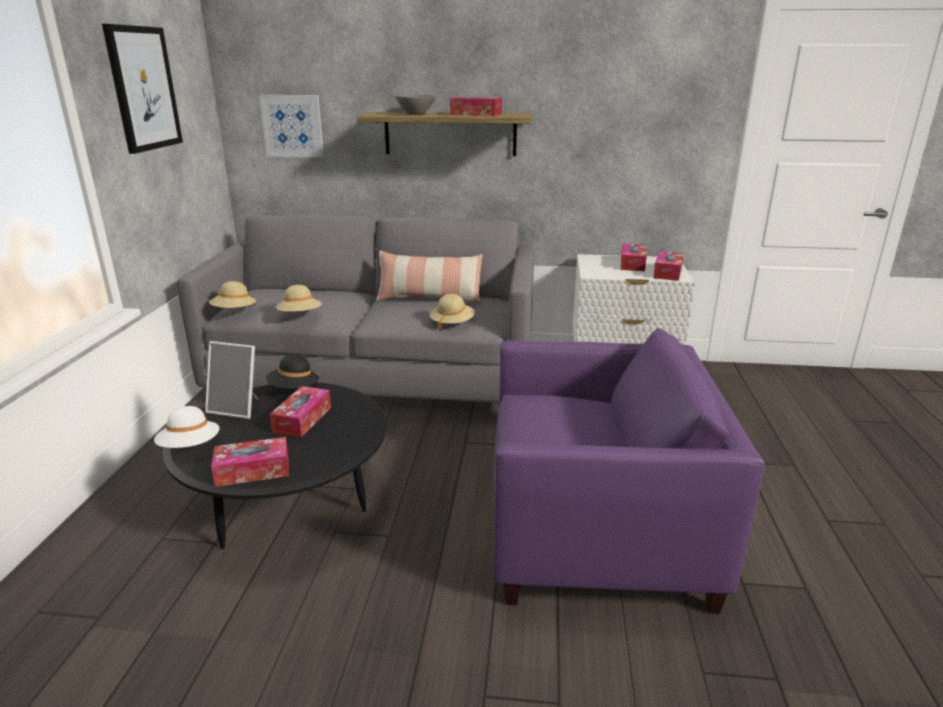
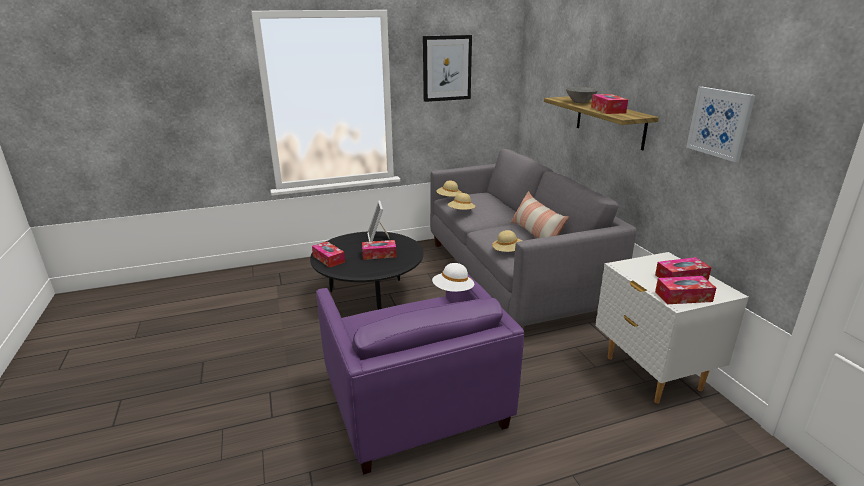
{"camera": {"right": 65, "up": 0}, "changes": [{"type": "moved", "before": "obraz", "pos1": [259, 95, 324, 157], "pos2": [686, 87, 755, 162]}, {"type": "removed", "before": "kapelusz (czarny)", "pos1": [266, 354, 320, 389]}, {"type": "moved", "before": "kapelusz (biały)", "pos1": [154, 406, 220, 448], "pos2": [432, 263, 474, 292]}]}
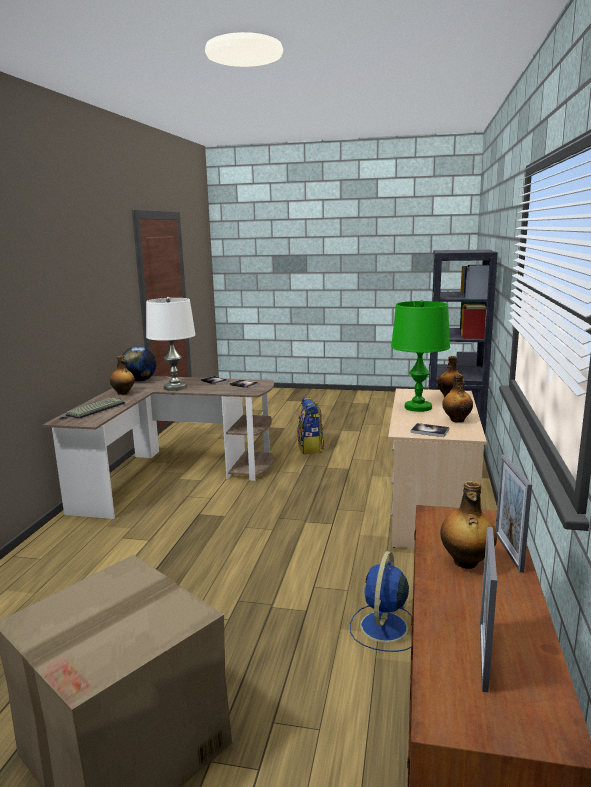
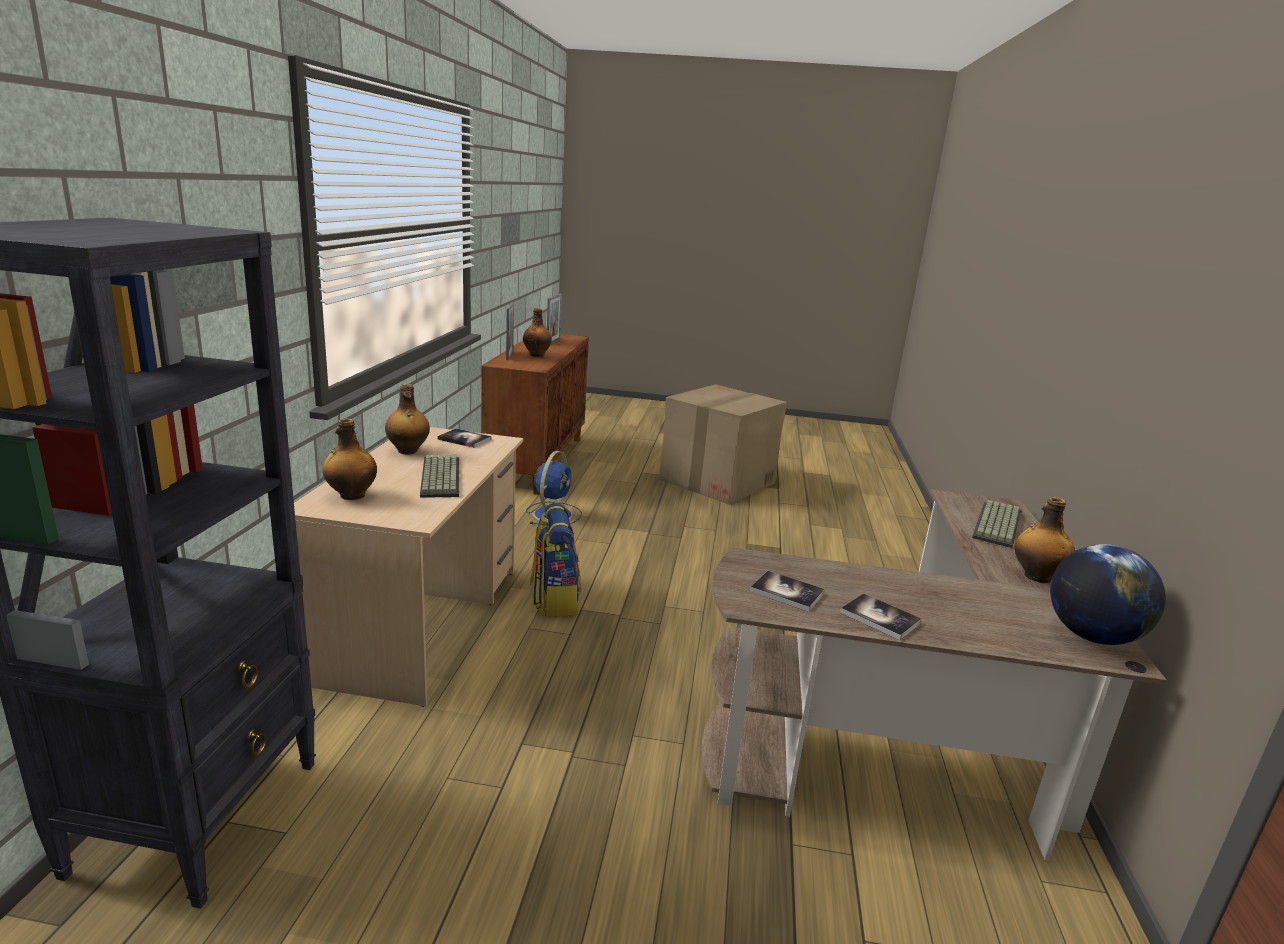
{"camera": {"right": 175, "up": 5}, "changes": [{"type": "removed", "before": "lampa stołowa (biały)", "pos1": [146, 297, 196, 391]}, {"type": "replaced", "before": "lampa stołowa (zielony)", "after": "klawiatura", "pos1": [391, 300, 450, 412], "pos2": [420, 454, 459, 498]}, {"type": "moved", "before": "plecak", "pos1": [297, 397, 325, 454], "pos2": [530, 503, 581, 616]}]}
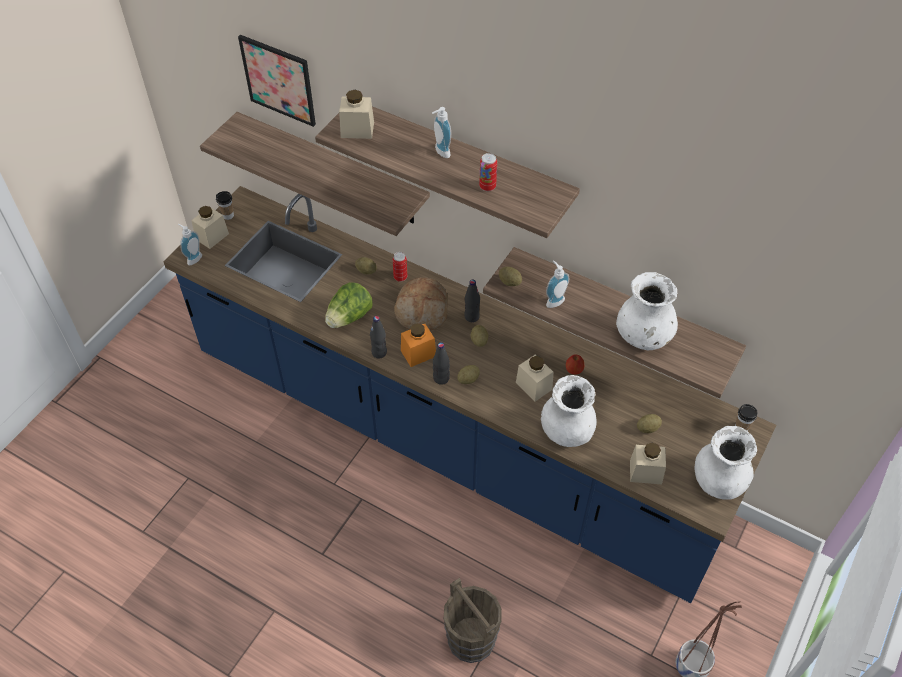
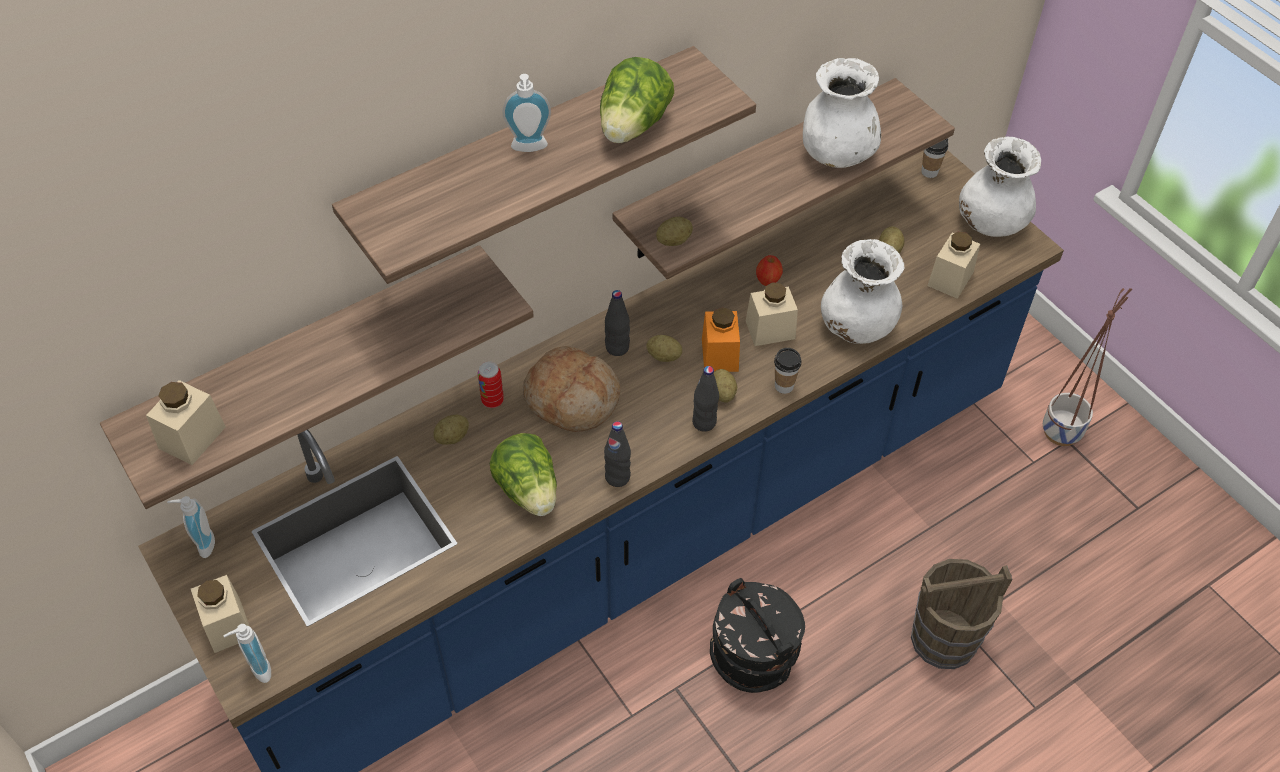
{"camera": {"right": -65, "up": 0}, "changes": [{"type": "removed", "before": "obraz", "pos1": [238, 35, 316, 127]}, {"type": "moved", "before": "słoik (beżowy)", "pos1": [339, 90, 374, 139], "pos2": [146, 380, 226, 465]}, {"type": "replaced", "before": "puszka", "after": "sałata", "pos1": [479, 153, 497, 191], "pos2": [600, 57, 674, 143]}, {"type": "moved", "before": "filiżanka", "pos1": [216, 191, 234, 220], "pos2": [774, 348, 802, 394]}, {"type": "moved", "before": "dozownik mydła", "pos1": [546, 260, 569, 308], "pos2": [167, 496, 215, 558]}, {"type": "moved", "before": "słoik (pomarańczowy)", "pos1": [401, 323, 436, 367], "pos2": [702, 307, 740, 372]}, {"type": "added", "after": "wiadro (czarny)", "pos2": [710, 578, 805, 693]}]}
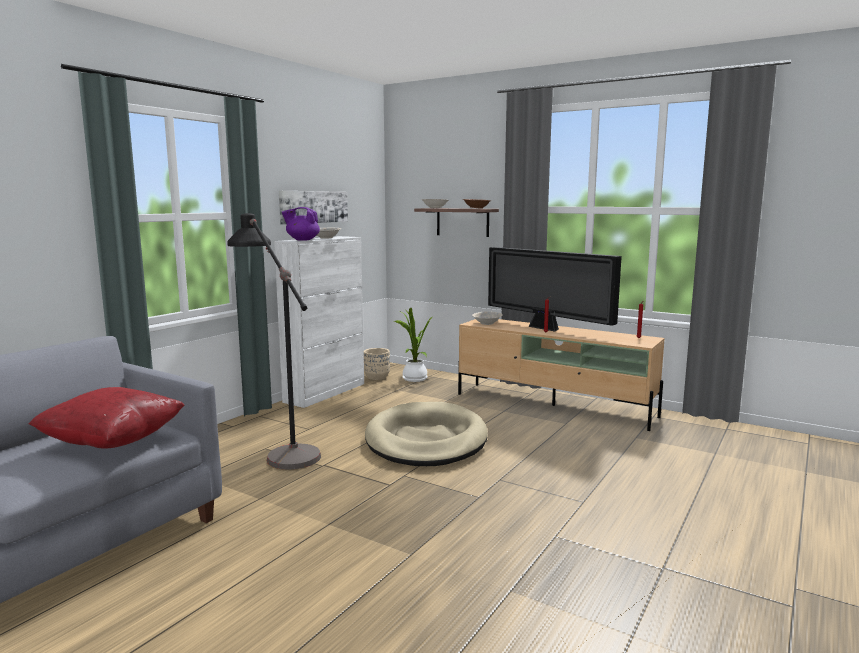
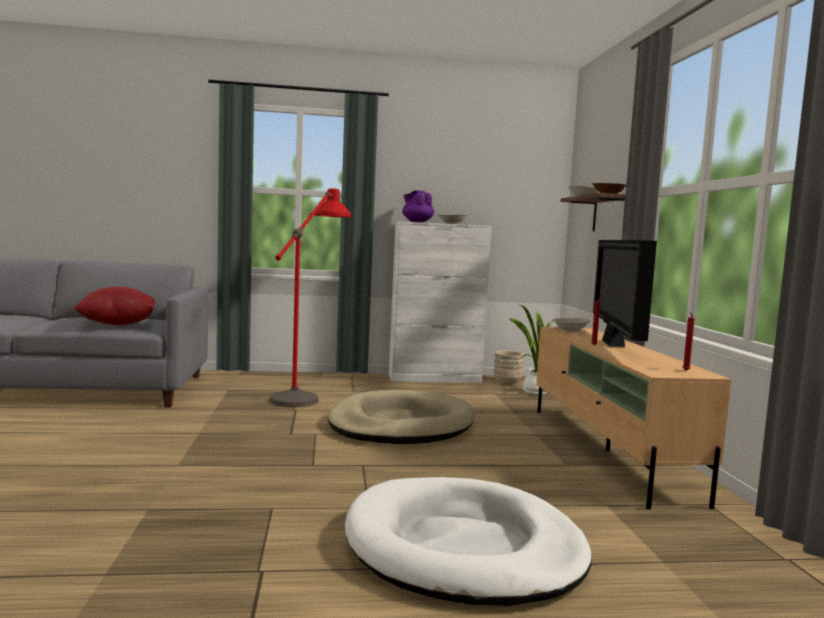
{"camera": {"right": 50, "up": -5}, "changes": [{"type": "removed", "before": "obraz", "pos1": [279, 191, 348, 225]}, {"type": "recoloured", "before": "lampa stojąca (czarny)", "after": "lampa stojąca (czerwony)", "pos1": [228, 213, 321, 469], "pos2": [270, 188, 351, 407]}, {"type": "added", "after": "legowisko (biały)", "pos2": [345, 477, 592, 606]}]}
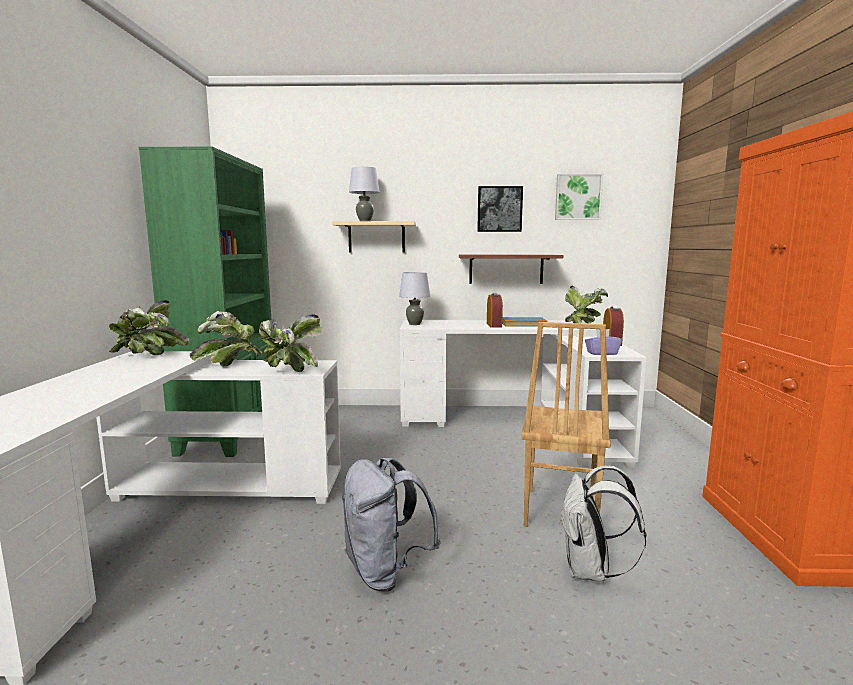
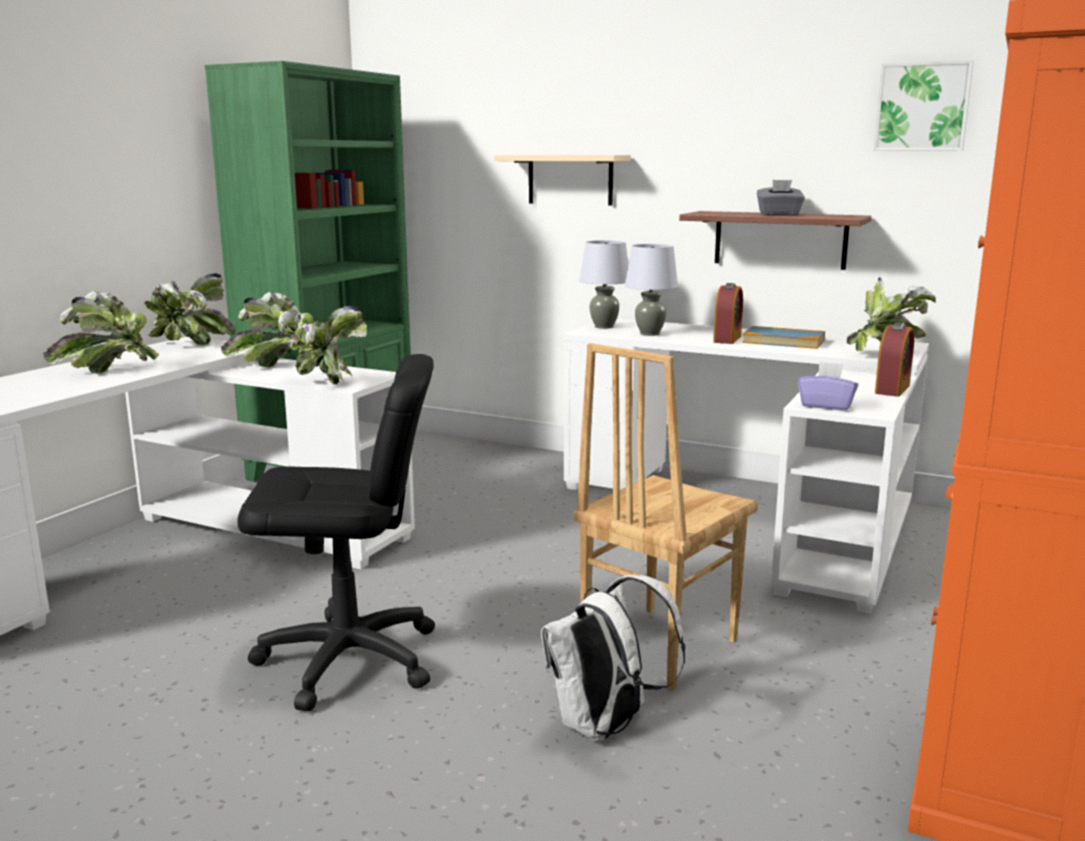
{"camera": {"right": 25, "up": 5}, "changes": [{"type": "moved", "before": "lampa stołowa (szary)", "pos1": [349, 167, 380, 221], "pos2": [625, 244, 678, 336]}, {"type": "removed", "before": "obraz", "pos1": [477, 186, 523, 232]}, {"type": "replaced", "before": "plecak (szary)", "after": "krzesło biurowe (czarny)", "pos1": [342, 458, 441, 592], "pos2": [237, 354, 435, 711]}, {"type": "added", "after": "pudełko chusteczek (szary)", "pos2": [757, 180, 805, 215]}, {"type": "added", "after": "roślina doniczkowa", "pos2": [43, 291, 159, 373]}]}
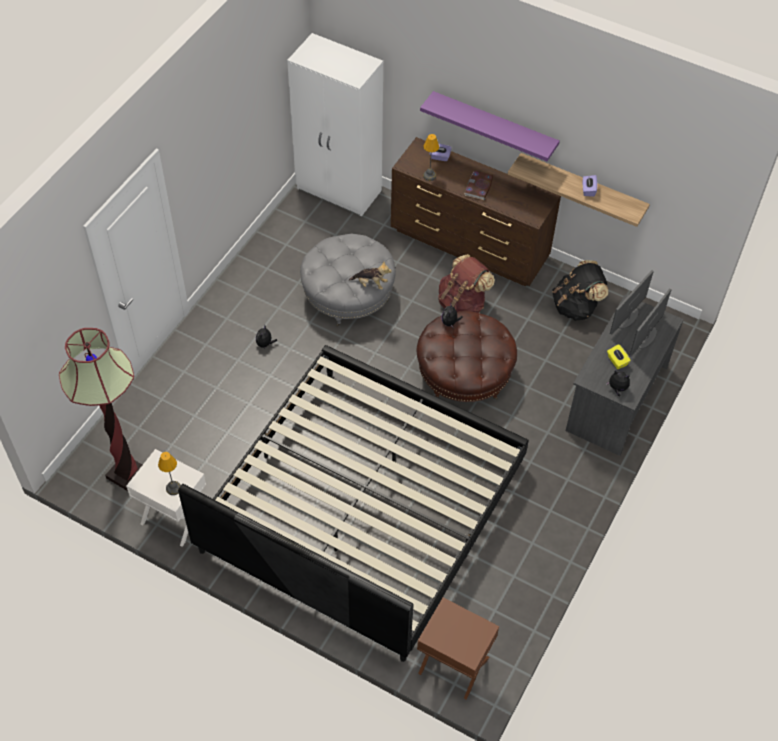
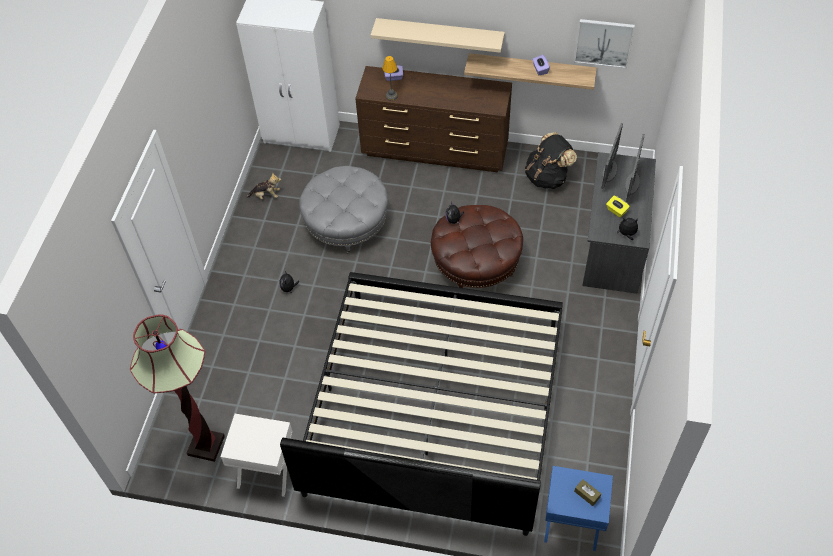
{"camera": {"right": -15, "up": 0}, "changes": [{"type": "recoloured", "before": "półka (fioletowy)", "after": "półka (beżowy)", "pos1": [420, 91, 560, 161], "pos2": [371, 18, 505, 53]}, {"type": "removed", "before": "książka", "pos1": [464, 171, 493, 200]}, {"type": "removed", "before": "plecak (brązowy)", "pos1": [438, 254, 495, 313]}, {"type": "moved", "before": "pluszak", "pos1": [349, 262, 392, 290], "pos2": [246, 172, 281, 199]}, {"type": "removed", "before": "lampa stołowa", "pos1": [158, 452, 181, 495]}, {"type": "recoloured", "before": "szafka nocna (brązowy)", "after": "szafka nocna (niebieski)", "pos1": [417, 597, 499, 700], "pos2": [544, 466, 613, 551]}, {"type": "added", "after": "obraz", "pos2": [574, 19, 635, 69]}, {"type": "added", "after": "pudełko chusteczek (brązowy)", "pos2": [574, 479, 601, 506]}]}
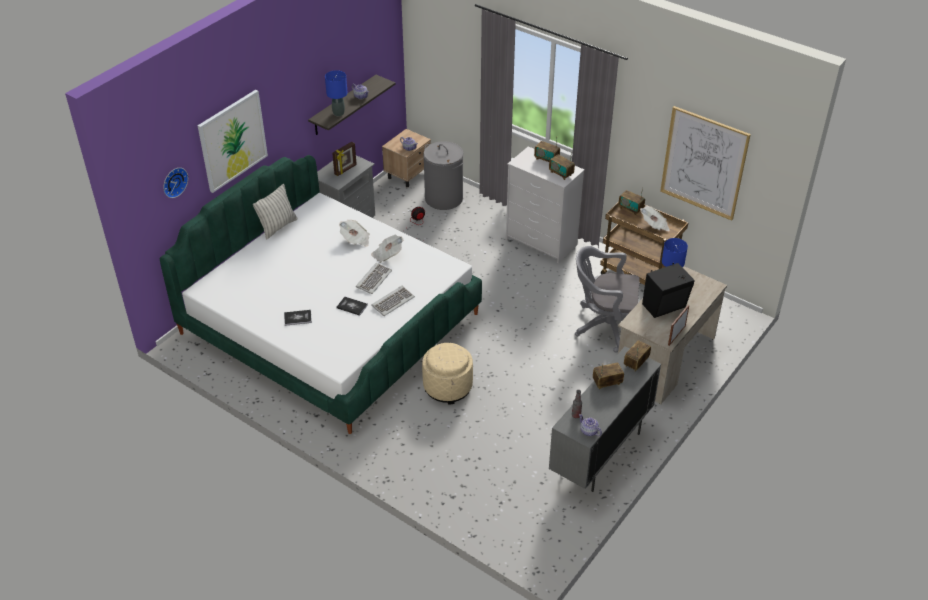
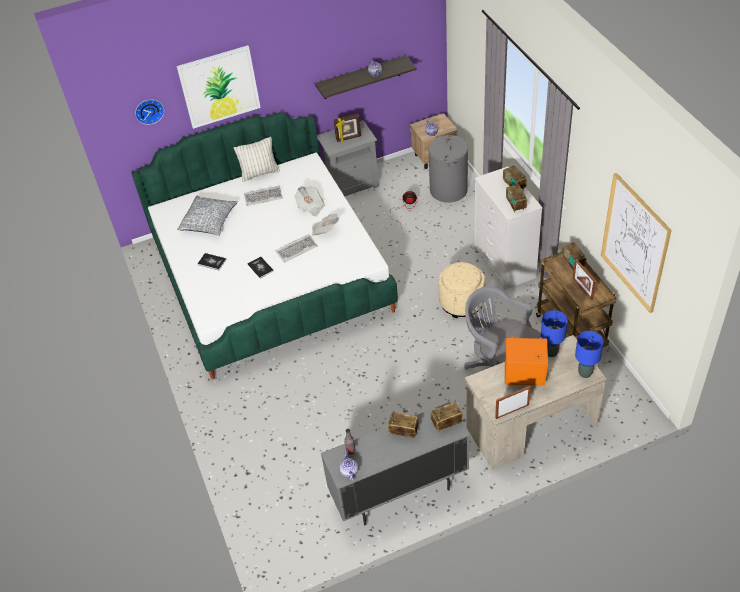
{"camera": {"right": 35, "up": 5}, "changes": [{"type": "moved", "before": "lampa stołowa (niebieski)", "pos1": [325, 70, 348, 116], "pos2": [575, 331, 604, 378]}, {"type": "replaced", "before": "gazeta", "after": "ramka na zdjęcie", "pos1": [640, 206, 670, 231], "pos2": [573, 259, 596, 300]}, {"type": "recoloured", "before": "głośnik (czarny)", "after": "głośnik (pomarańczowy)", "pos1": [642, 263, 695, 318], "pos2": [505, 336, 548, 386]}, {"type": "moved", "before": "klawiatura", "pos1": [371, 286, 415, 316], "pos2": [244, 186, 283, 206]}, {"type": "moved", "before": "pufa (beżowy)", "pos1": [422, 343, 473, 405], "pos2": [438, 262, 485, 318]}, {"type": "added", "after": "poduszka", "pos2": [177, 195, 238, 236]}]}
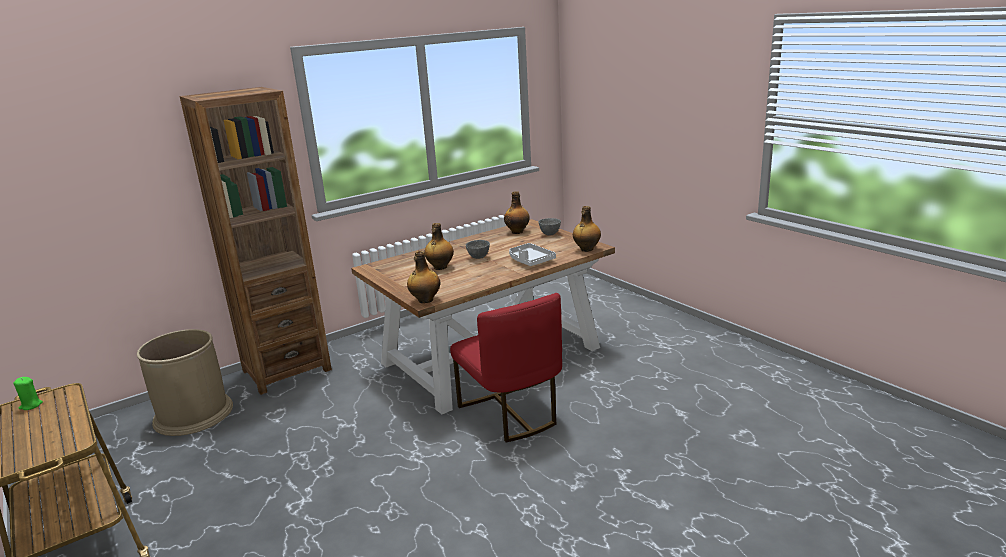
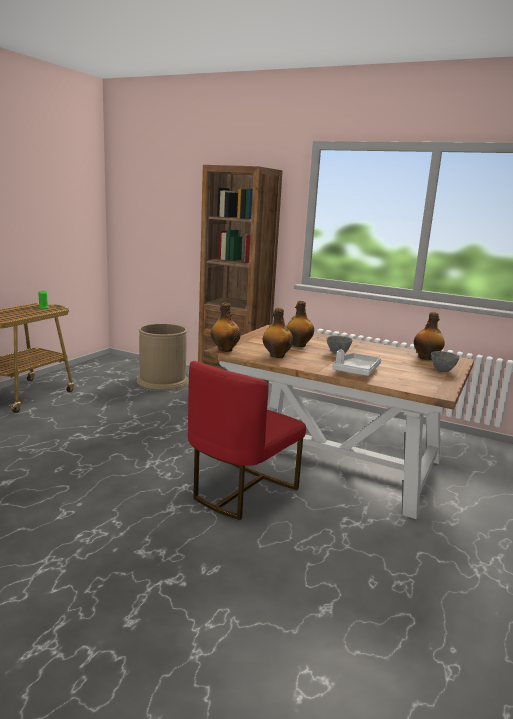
{"camera": {"right": 60, "up": -5}, "changes": [{"type": "moved", "before": "butelka", "pos1": [573, 206, 601, 252], "pos2": [263, 308, 294, 358]}]}
